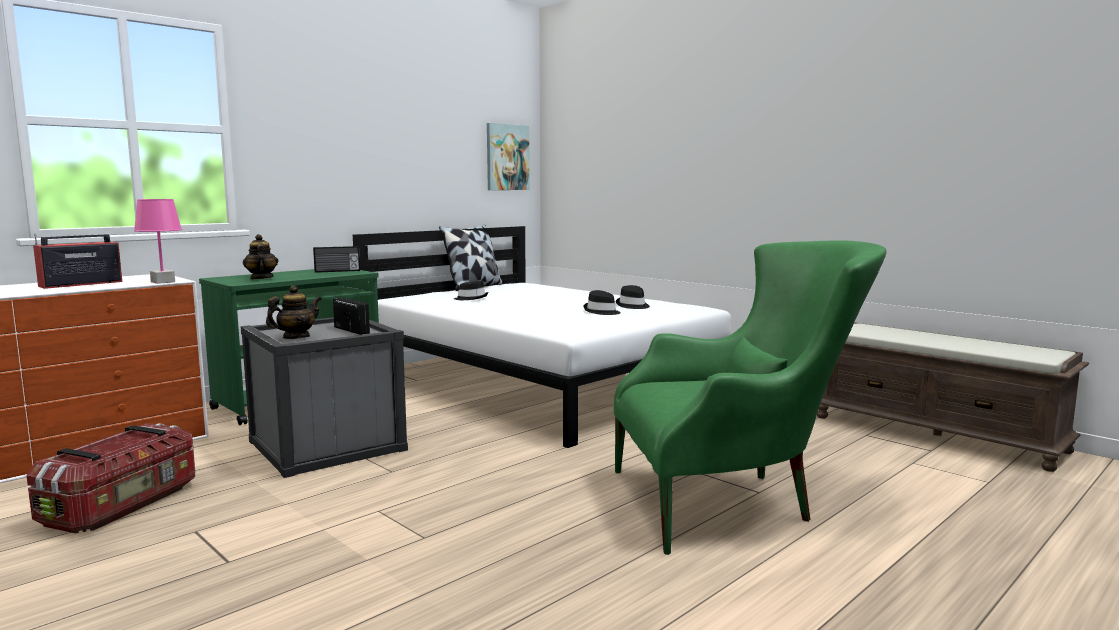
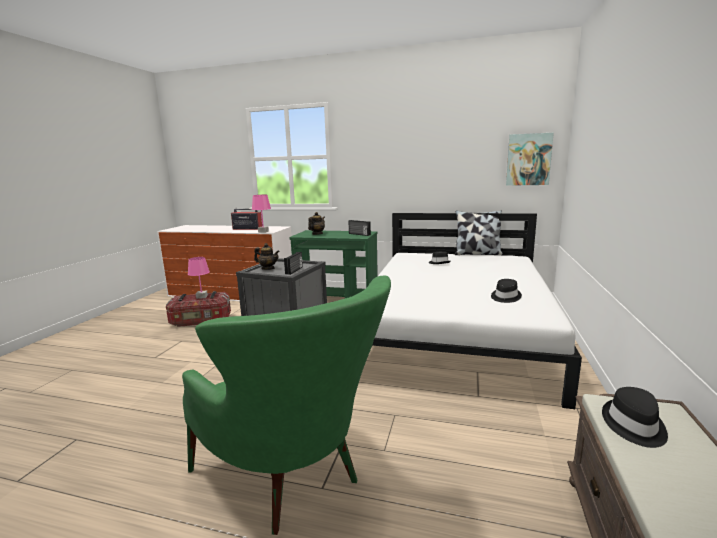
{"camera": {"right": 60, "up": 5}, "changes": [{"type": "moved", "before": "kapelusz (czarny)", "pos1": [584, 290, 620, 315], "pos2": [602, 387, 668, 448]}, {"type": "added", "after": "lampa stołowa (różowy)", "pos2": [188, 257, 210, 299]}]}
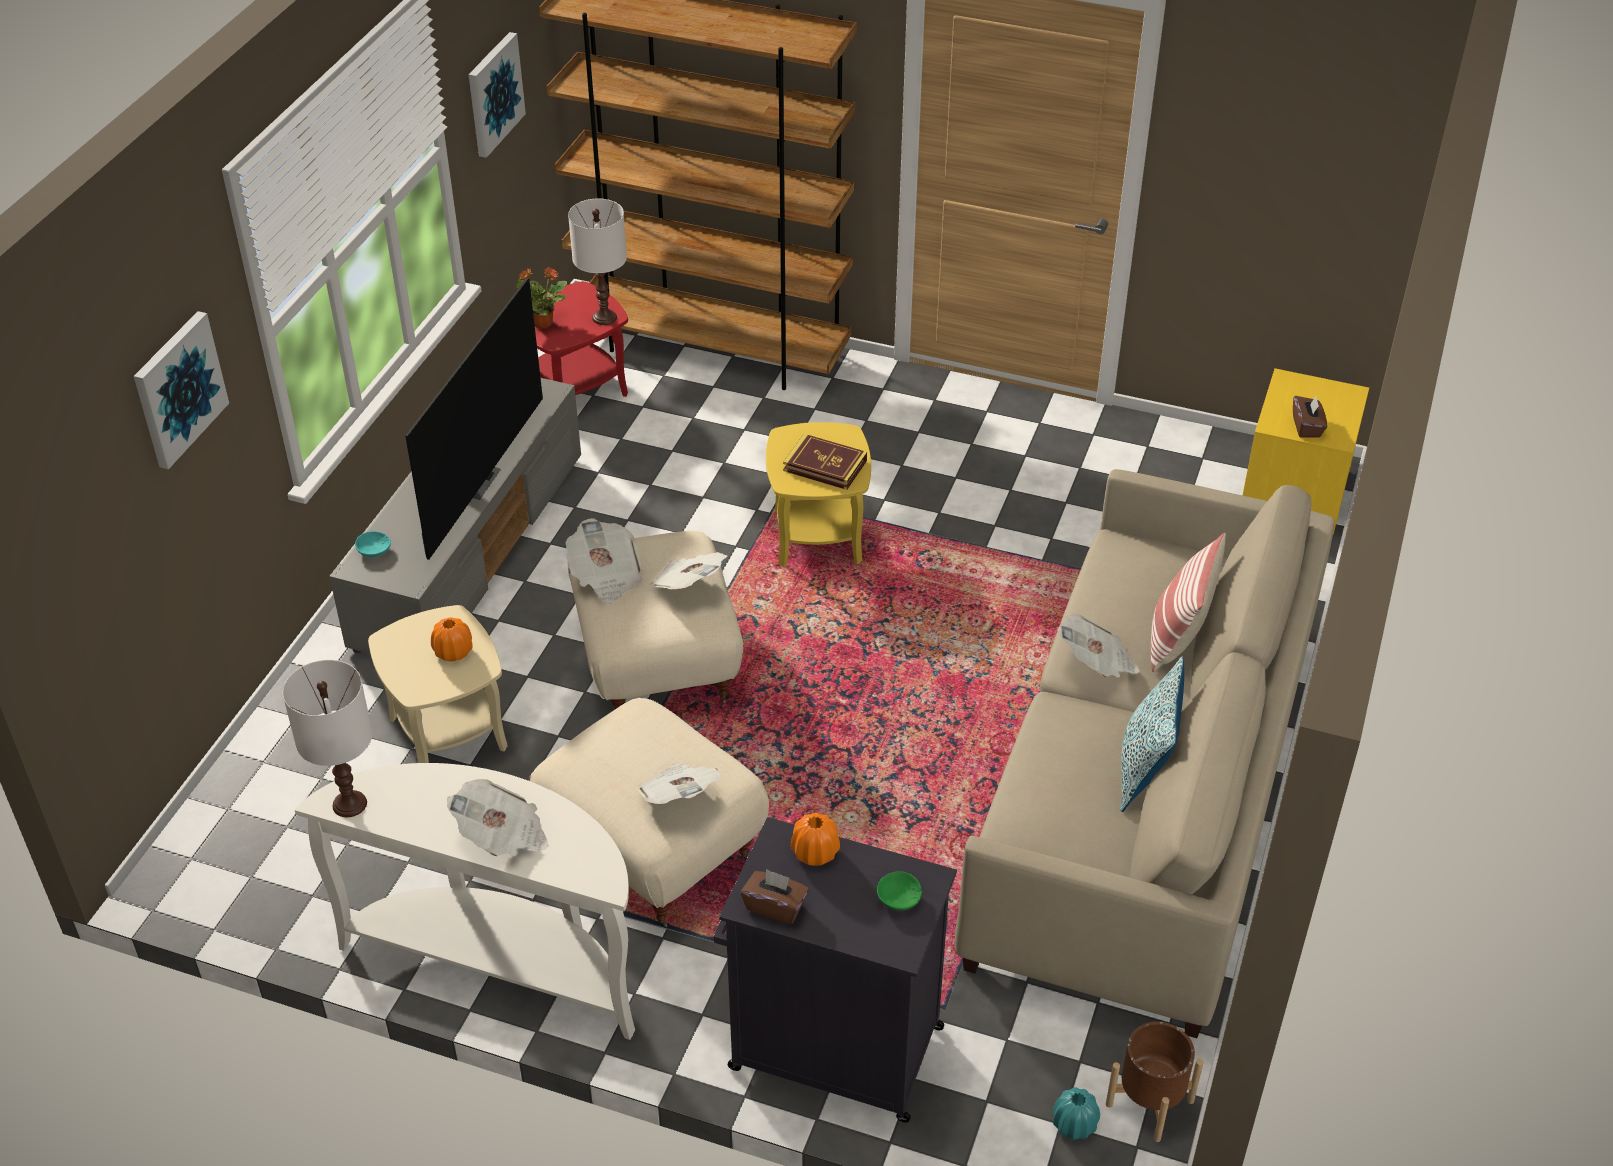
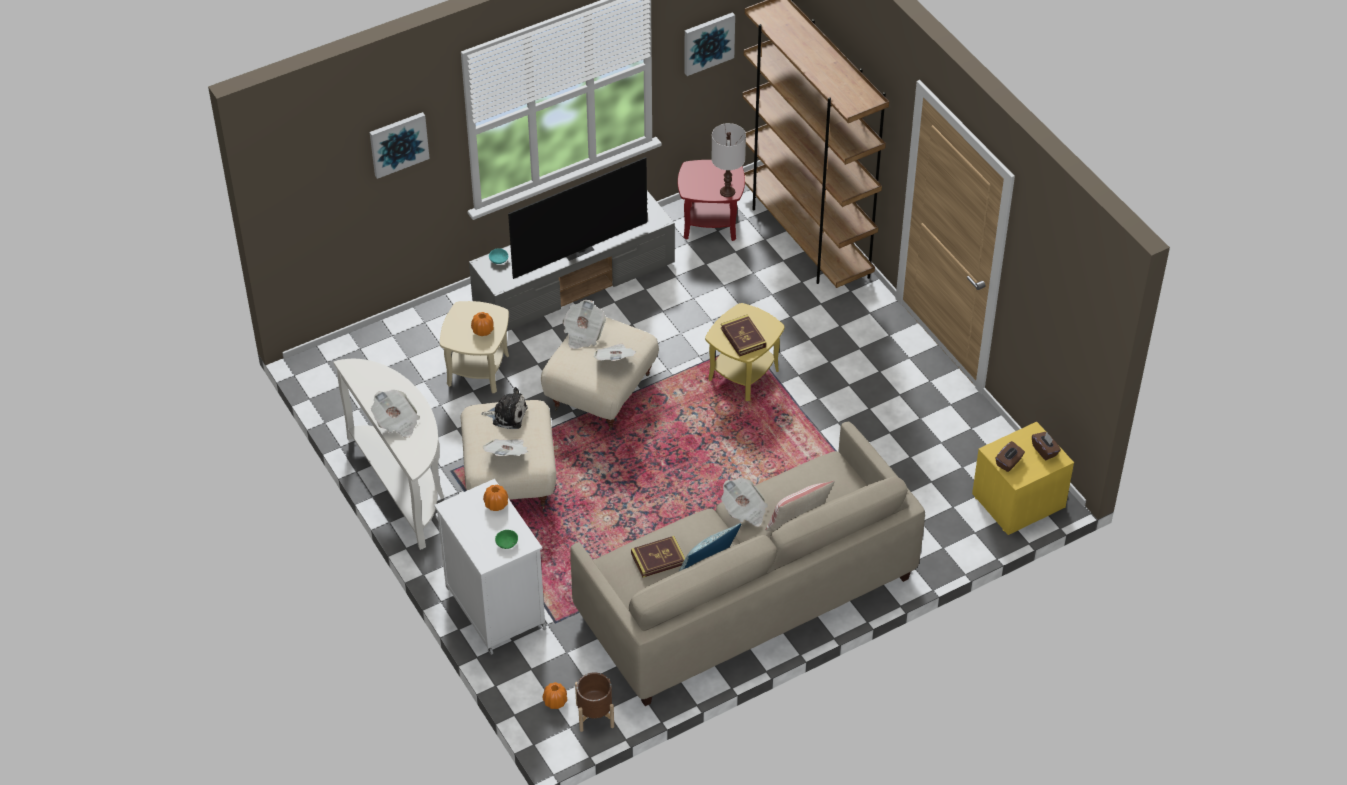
{"camera": {"right": 40, "up": 5}, "changes": [{"type": "removed", "before": "roślina doniczkowa", "pos1": [516, 267, 567, 329]}, {"type": "removed", "before": "lampa stołowa (biały)", "pos1": [283, 660, 372, 817]}, {"type": "recoloured", "before": "szafka (czarny)", "after": "szafka (biały)", "pos1": [714, 817, 957, 1123], "pos2": [434, 479, 546, 655]}, {"type": "moved", "before": "pudełko chusteczek (brązowy)", "pos1": [741, 869, 809, 924], "pos2": [1032, 432, 1061, 460]}, {"type": "recoloured", "before": "wazon (turkusowy)", "after": "wazon (pomarańczowy)", "pos1": [1053, 1087, 1100, 1140], "pos2": [543, 682, 567, 709]}, {"type": "added", "after": "pluszak", "pos2": [481, 387, 528, 429]}, {"type": "added", "after": "książka", "pos2": [631, 536, 685, 578]}]}
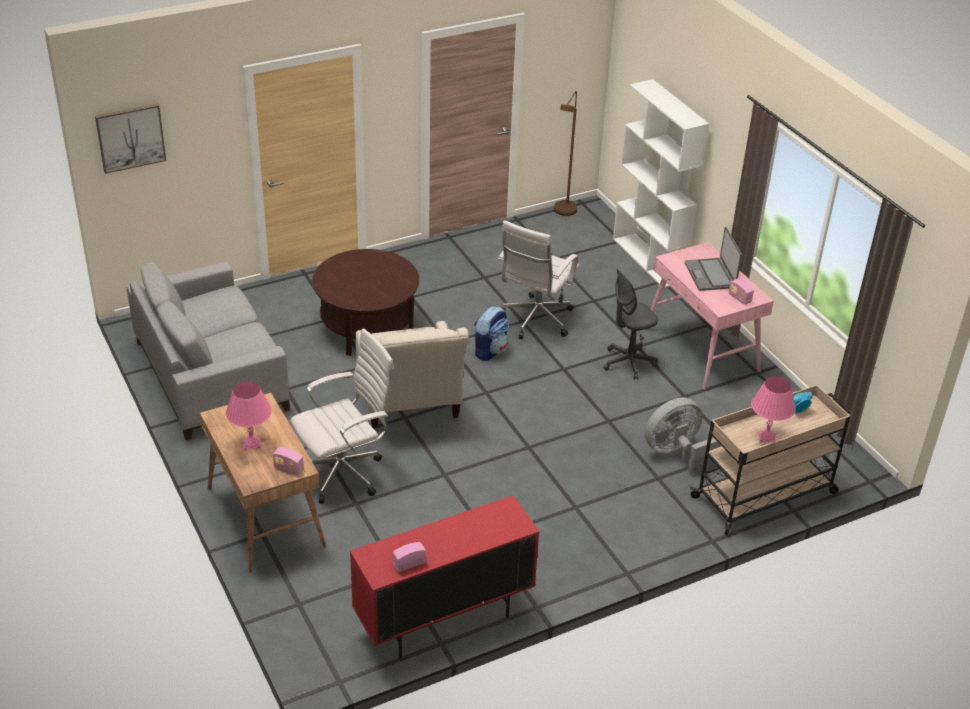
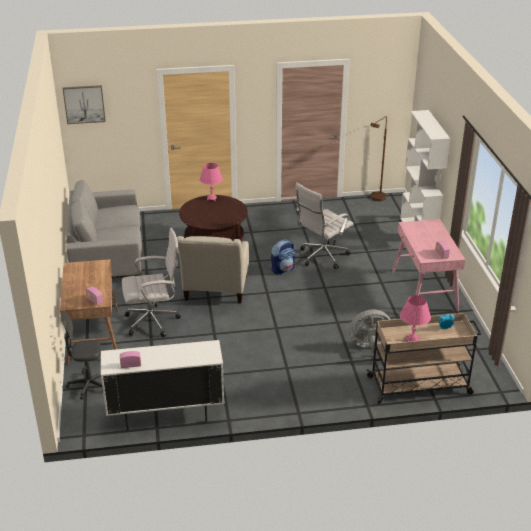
{"camera": {"right": 20, "up": -5}, "changes": [{"type": "removed", "before": "laptop", "pos1": [685, 227, 742, 291]}, {"type": "moved", "before": "krzesło biurowe (szary)", "pos1": [604, 268, 658, 380], "pos2": [61, 310, 102, 400]}, {"type": "moved", "before": "lampa stołowa (różowy)", "pos1": [226, 381, 272, 451], "pos2": [200, 163, 223, 201]}, {"type": "recoloured", "before": "szafka (czerwony)", "after": "szafka (biały)", "pos1": [350, 496, 540, 659], "pos2": [101, 340, 225, 431]}]}
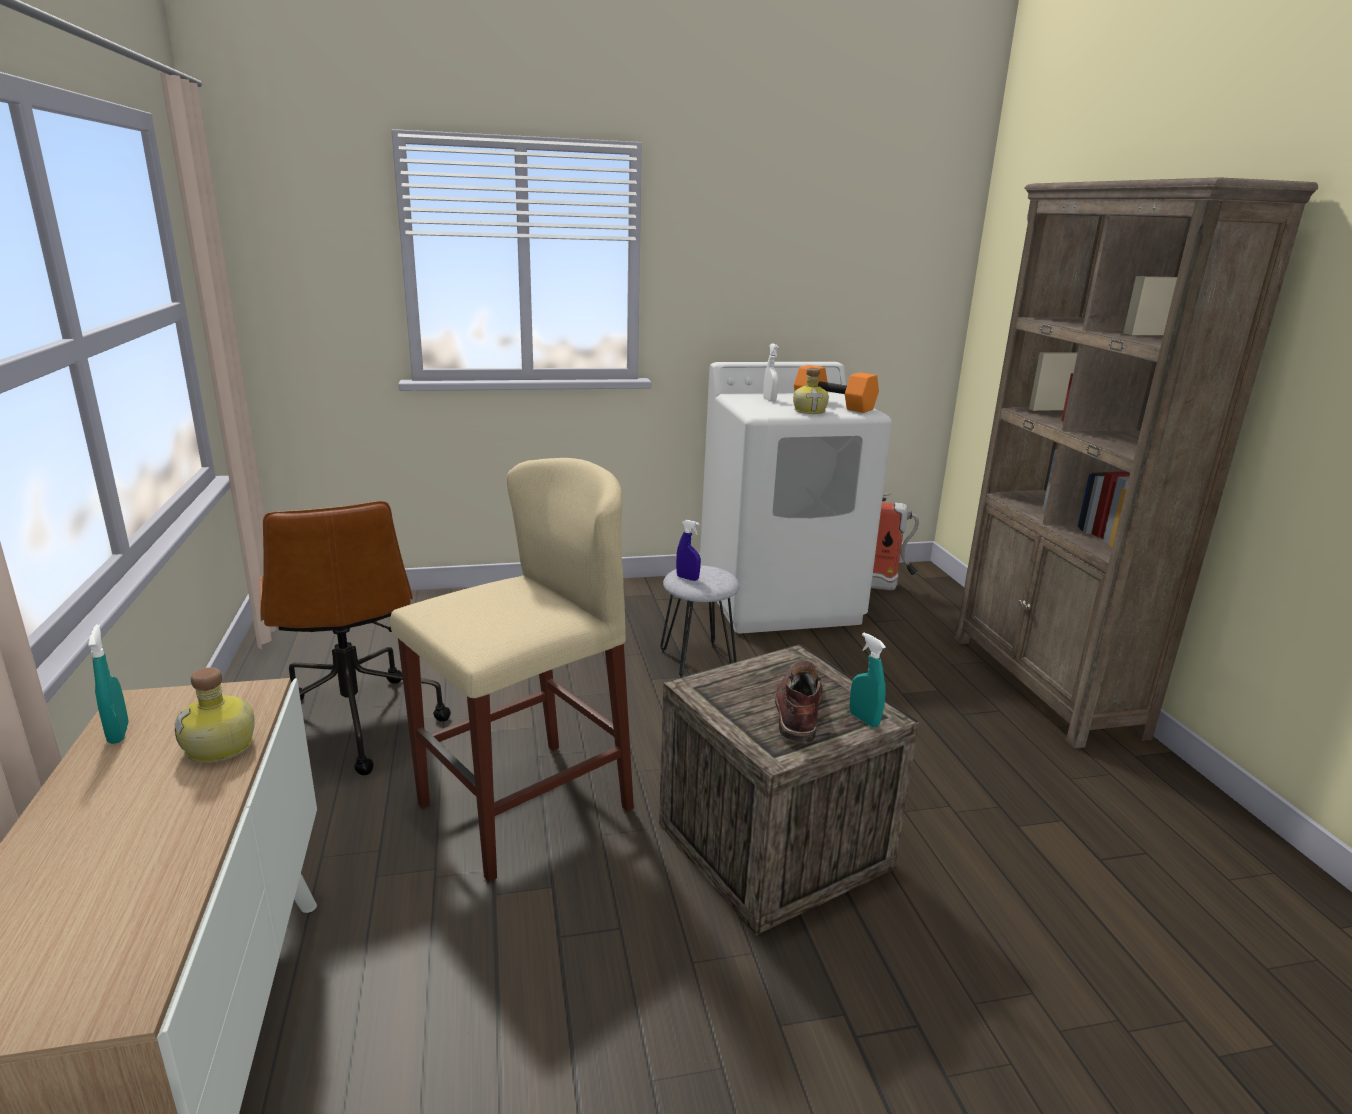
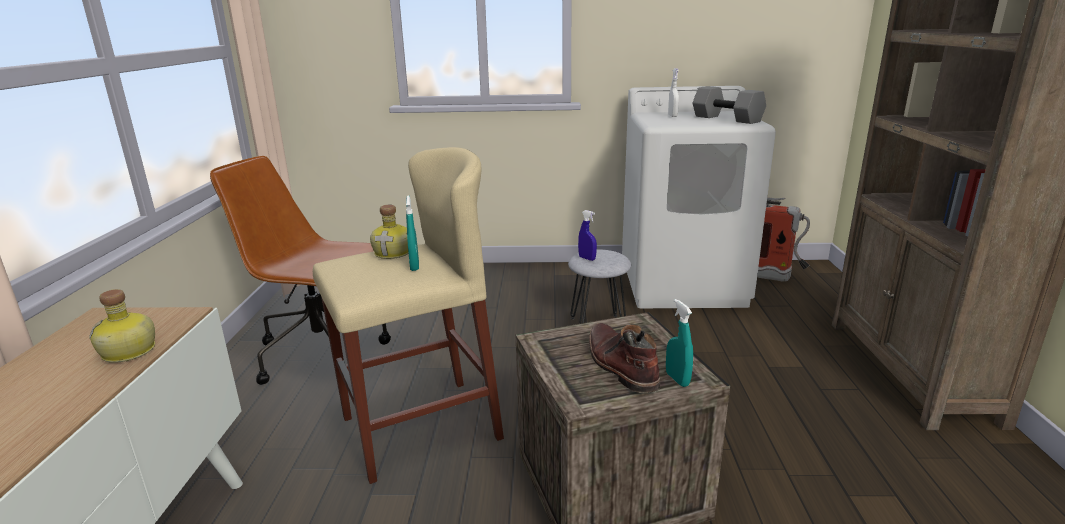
{"camera": {"right": 15, "up": 0}, "changes": [{"type": "recoloured", "before": "hantel (pomarańczowy)", "after": "hantel (szary)", "pos1": [794, 365, 879, 413], "pos2": [693, 86, 766, 124]}, {"type": "moved", "before": "butelka", "pos1": [793, 368, 829, 414], "pos2": [370, 205, 409, 259]}, {"type": "turned", "before": "krzesło biurowe (brązowy)", "pos1": [259, 501, 451, 775], "pos2": [210, 156, 391, 385], "turn": 120}, {"type": "moved", "before": "spryskiwacz (turkusowy)", "pos1": [88, 624, 129, 744], "pos2": [406, 195, 419, 271]}, {"type": "turned", "before": "but z cholewką (brązowy)", "pos1": [775, 660, 823, 743], "pos2": [589, 323, 660, 393], "turn": -45}]}
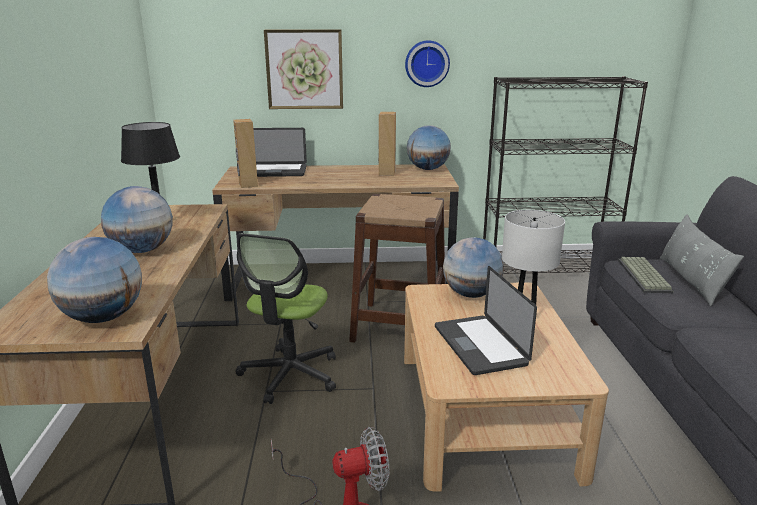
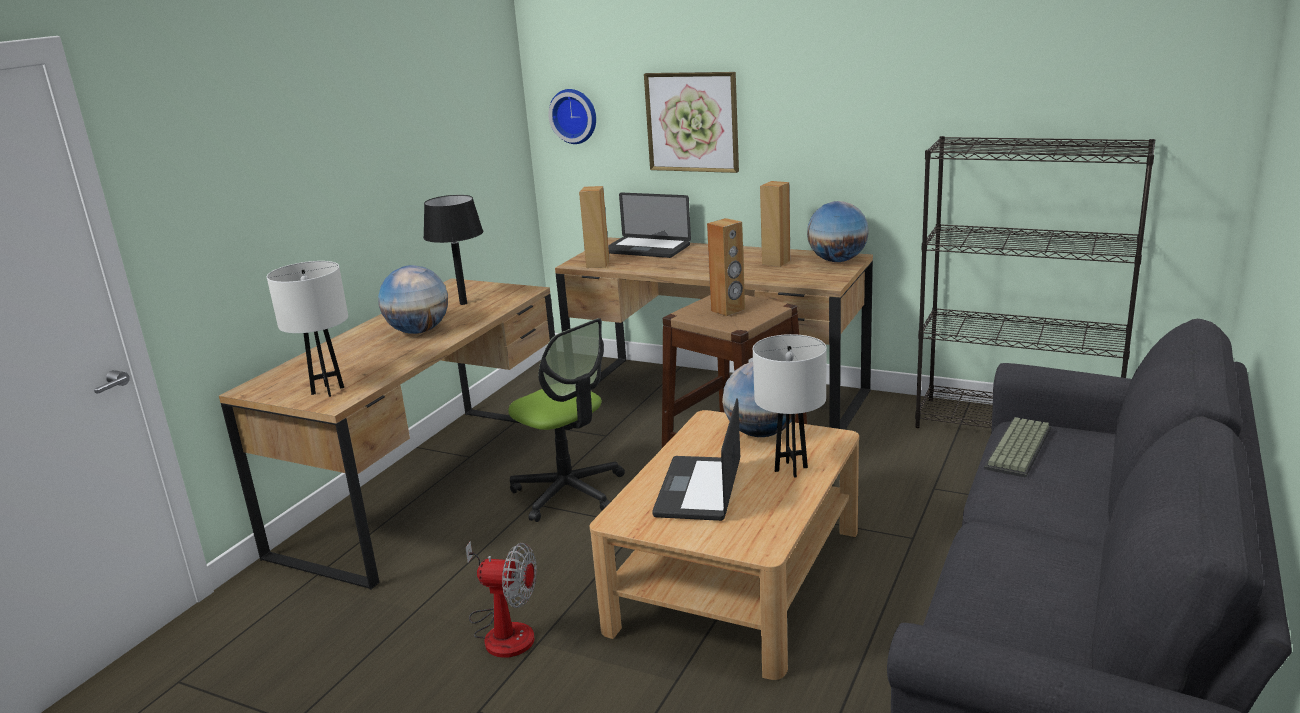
{"camera": {"right": 30, "up": 0}, "changes": [{"type": "moved", "before": "zegar ścienny", "pos1": [405, 40, 450, 87], "pos2": [548, 89, 596, 144]}, {"type": "removed", "before": "poduszka (szary)", "pos1": [660, 214, 744, 306]}, {"type": "turned", "before": "krzesło biurowe", "pos1": [236, 233, 336, 404], "pos2": [509, 318, 625, 522], "turn": -90}, {"type": "replaced", "before": "globus", "after": "lampa stołowa (biały)", "pos1": [47, 237, 142, 323], "pos2": [267, 261, 348, 397]}, {"type": "added", "after": "głośnik (brązowy)", "pos2": [707, 218, 745, 316]}]}
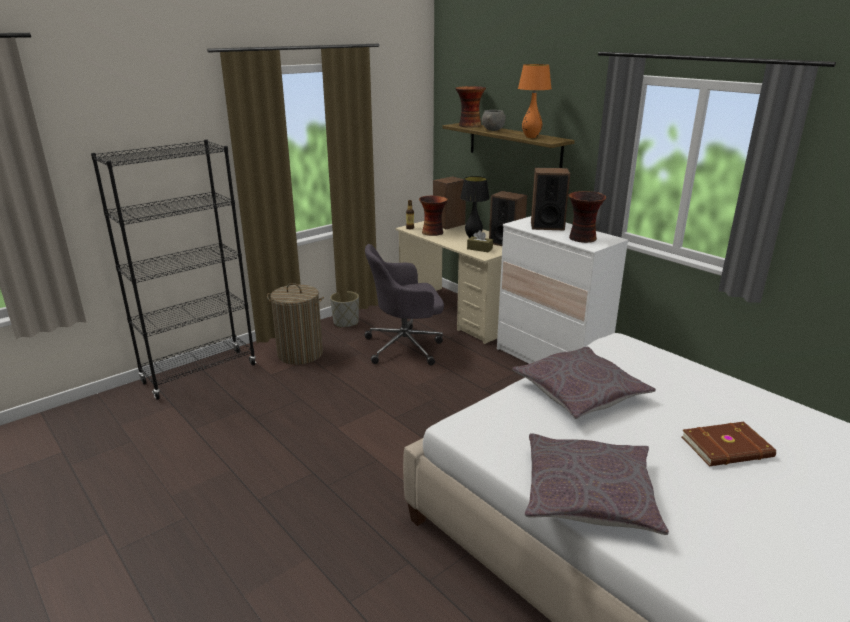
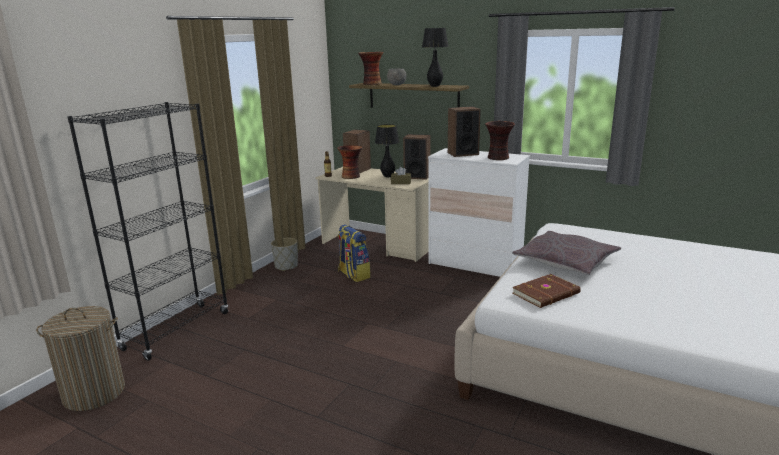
{"camera": {"right": -20, "up": -5}, "changes": [{"type": "recoloured", "before": "lampa stołowa (pomarańczowy)", "after": "lampa stołowa (czarny)", "pos1": [518, 64, 552, 138], "pos2": [422, 28, 449, 87]}, {"type": "replaced", "before": "krzesło biurowe (szary)", "after": "plecak", "pos1": [365, 244, 444, 365], "pos2": [337, 224, 371, 282]}, {"type": "moved", "before": "kosz na pranie", "pos1": [267, 283, 324, 365], "pos2": [36, 306, 125, 411]}, {"type": "moved", "before": "książka (brązowy)", "pos1": [682, 422, 776, 466], "pos2": [512, 274, 581, 308]}, {"type": "removed", "before": "poduszka (szary)", "pos1": [525, 433, 669, 535]}]}
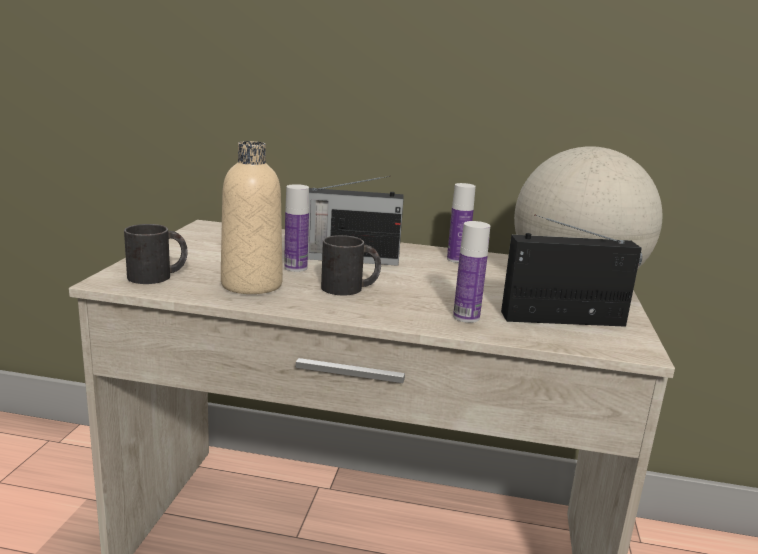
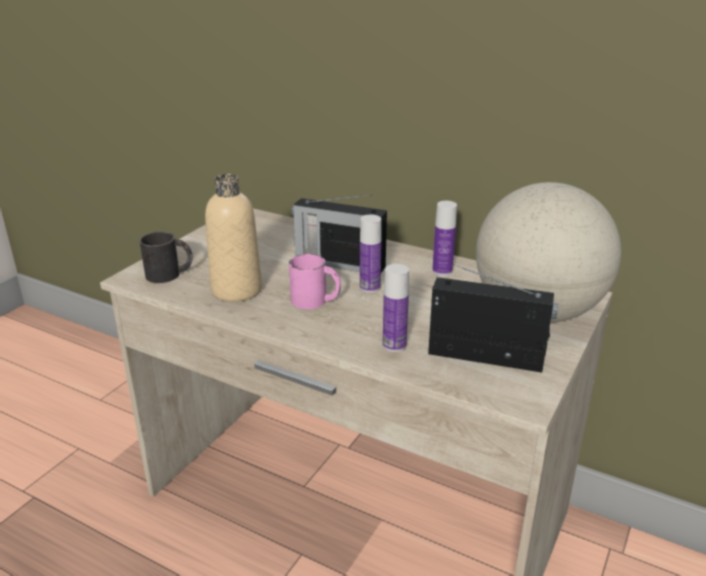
{"camera": {"right": 20, "up": 10}, "changes": [{"type": "moved", "before": "butelka", "pos1": [284, 184, 309, 272], "pos2": [360, 214, 382, 293]}, {"type": "recoloured", "before": "kubek (czarny)", "after": "kubek (różowy)", "pos1": [321, 235, 381, 295], "pos2": [289, 254, 341, 309]}]}
